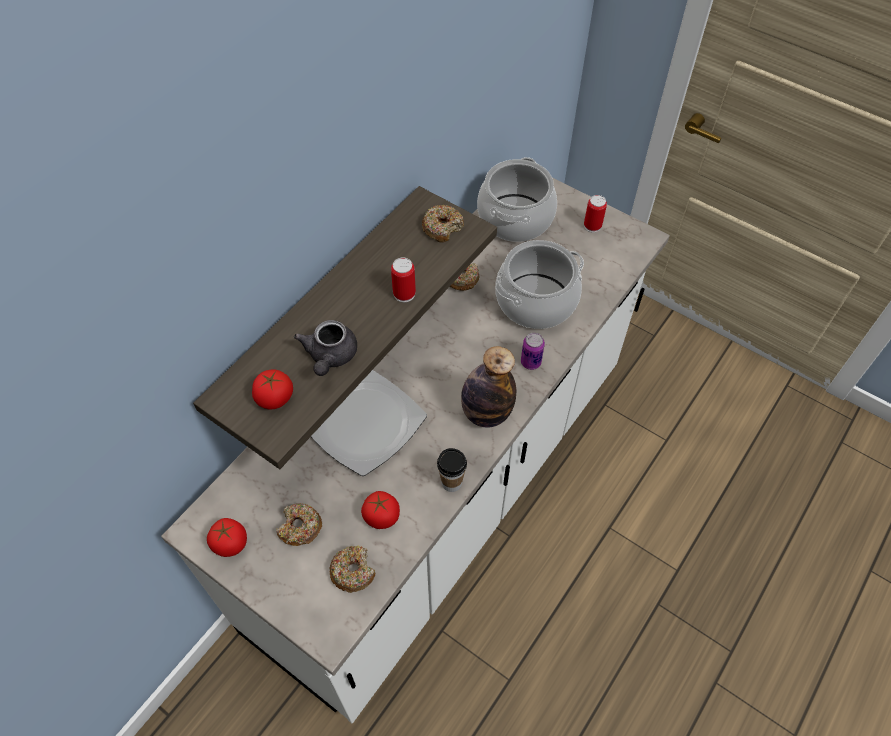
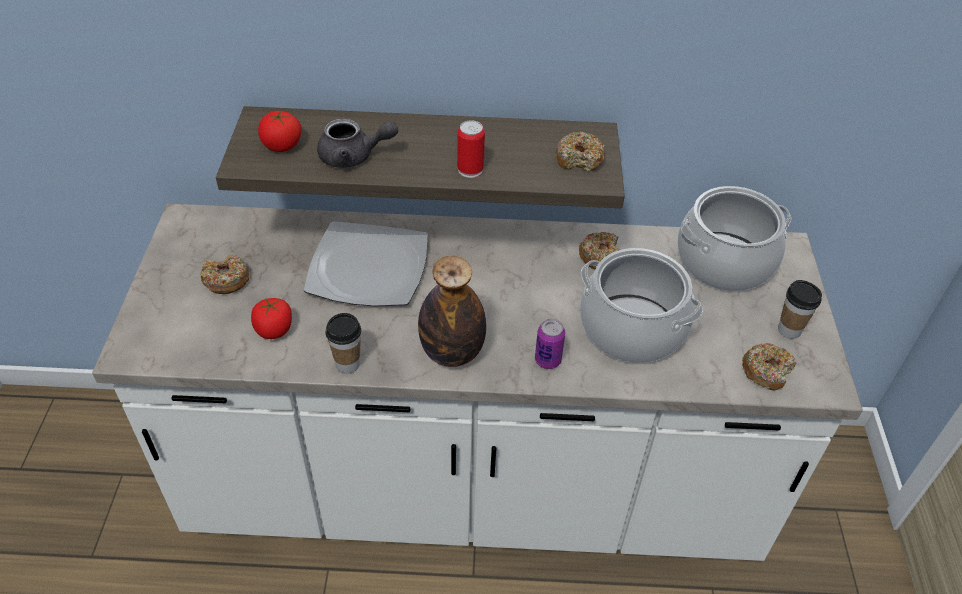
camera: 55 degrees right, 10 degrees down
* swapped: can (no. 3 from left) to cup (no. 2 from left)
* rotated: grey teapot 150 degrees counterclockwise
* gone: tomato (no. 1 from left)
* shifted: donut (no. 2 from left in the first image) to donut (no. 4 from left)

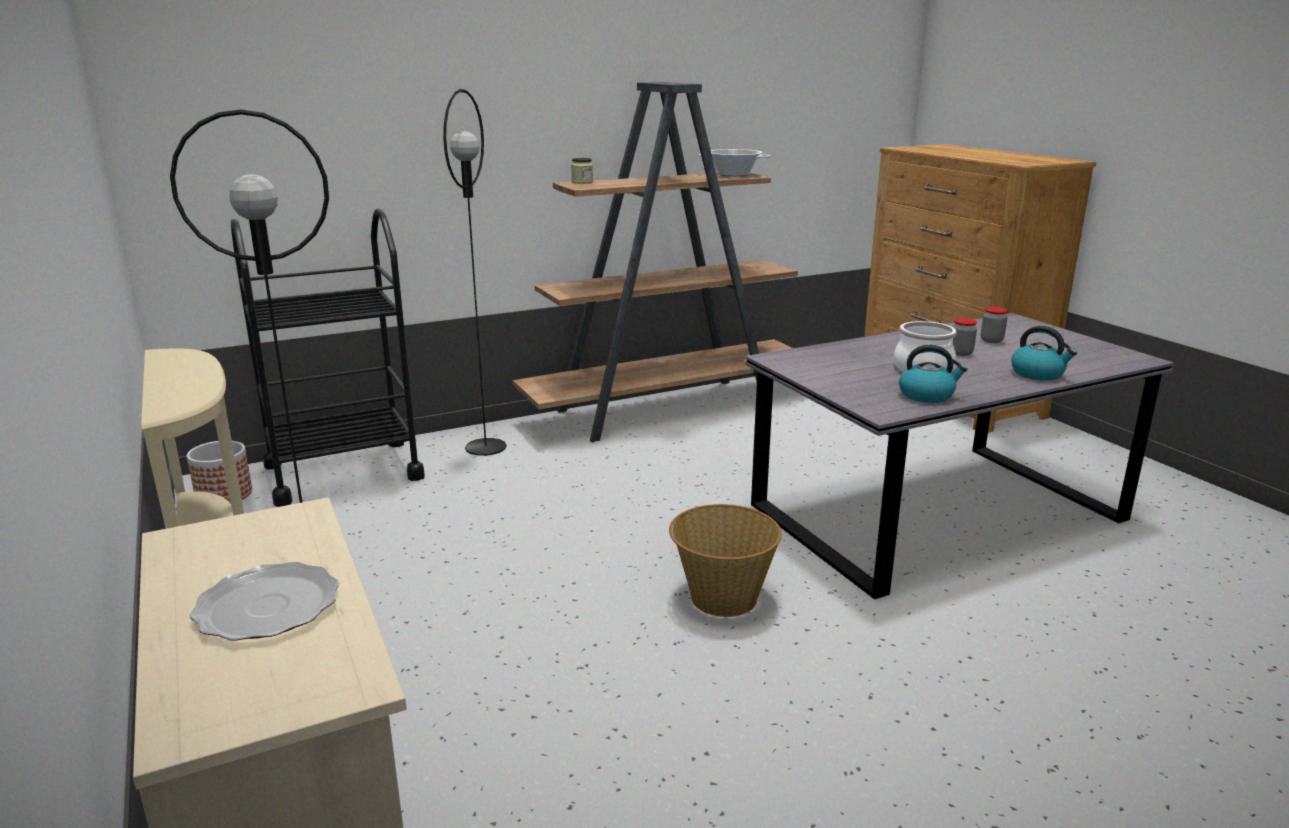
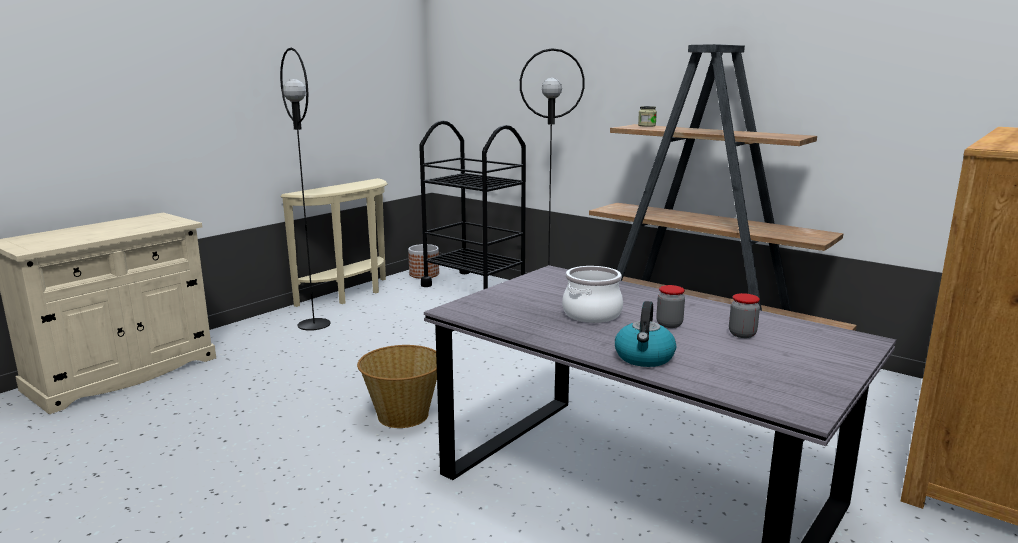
camera: 65 degrees right, 5 degrees down
* gone: cooking pot (no. 1 from left)
* gone: kettle (no. 1 from left)
* gone: plate

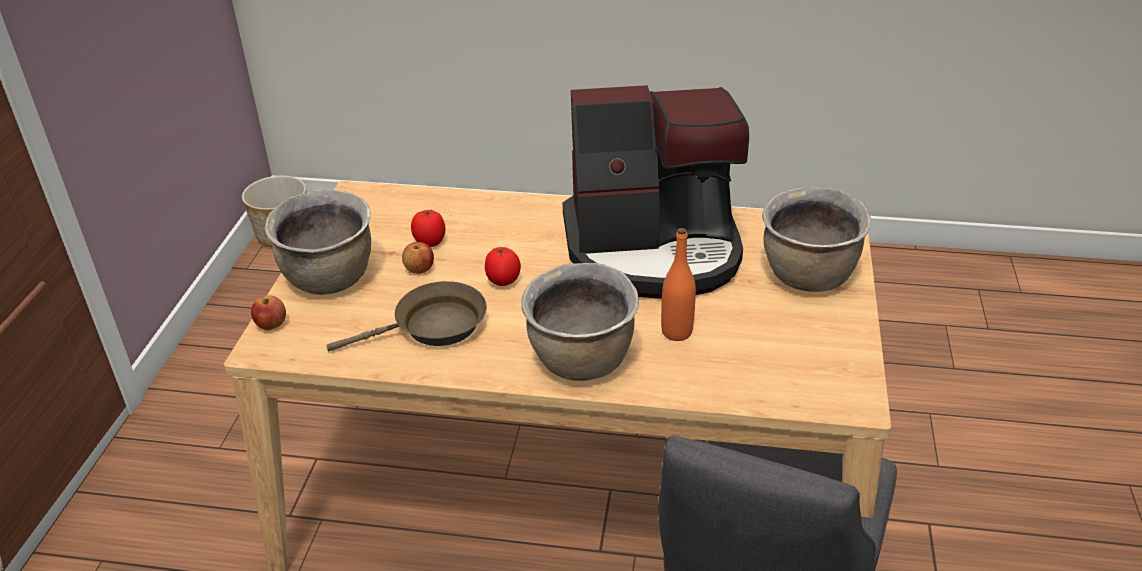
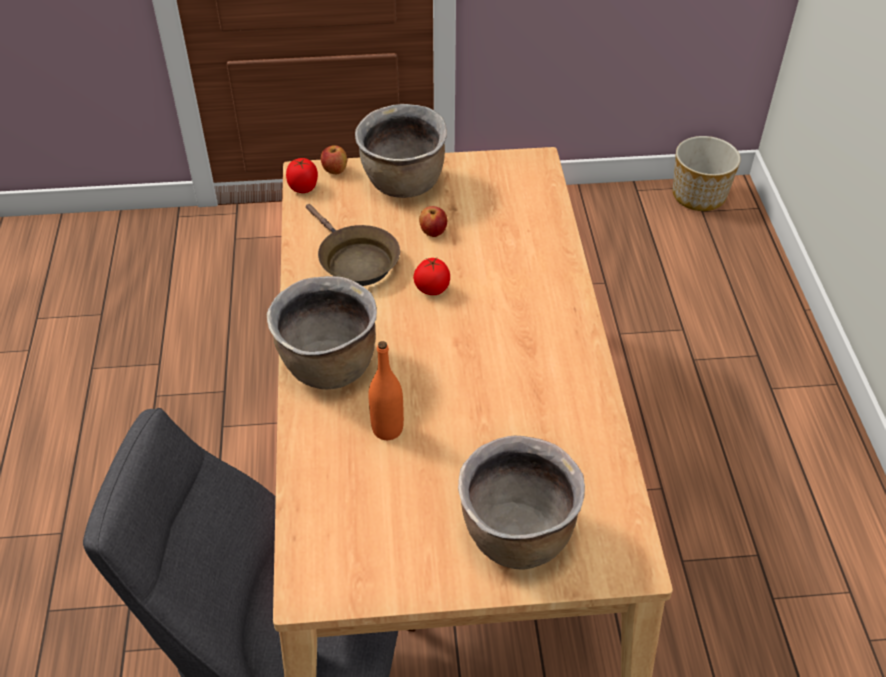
camera: 75 degrees right, 10 degrees up
* gone: coffee machine
* shifted: tomato (no. 1 from left)

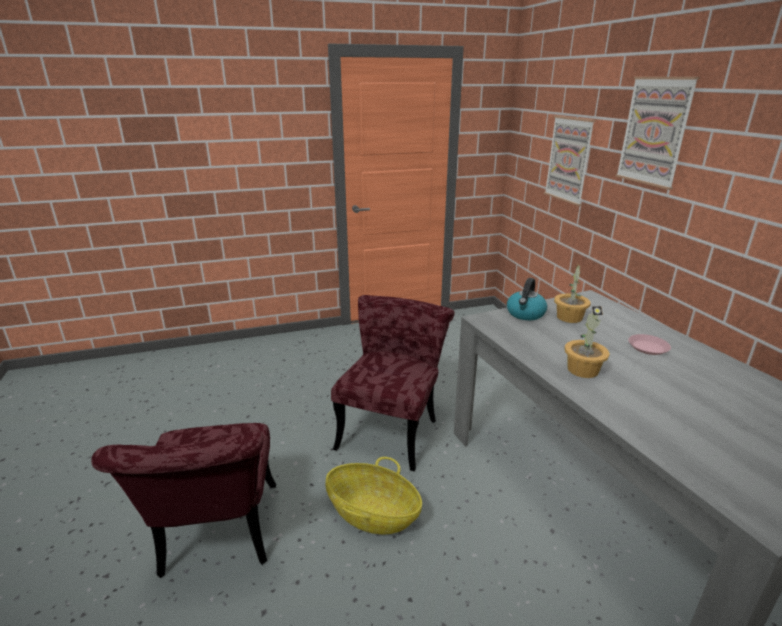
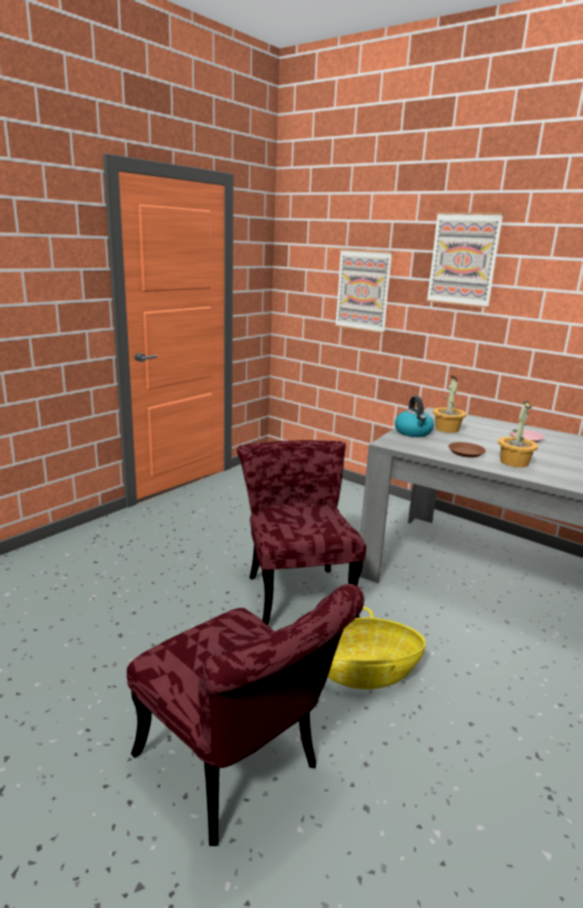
camera: 35 degrees left, 5 degrees down
* new: brown plate

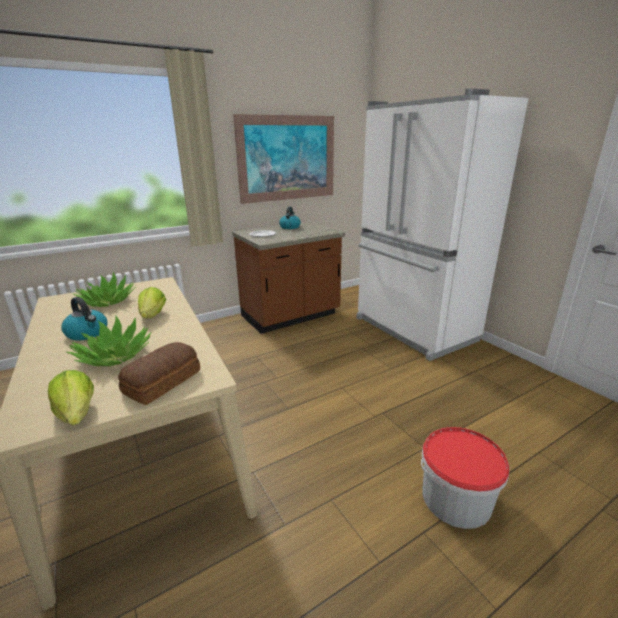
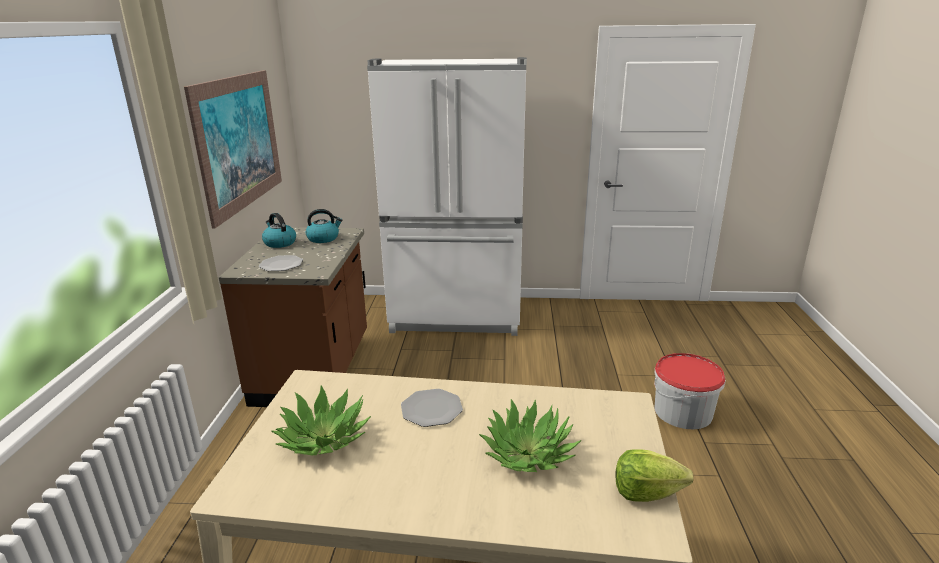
camera: 55 degrees left, 0 degrees up
* swapped: lettuce (no. 2 from left) to plate (no. 2 from left)
* shifted: kettle (no. 1 from left in the first image) to kettle (no. 2 from left)
* gone: bread

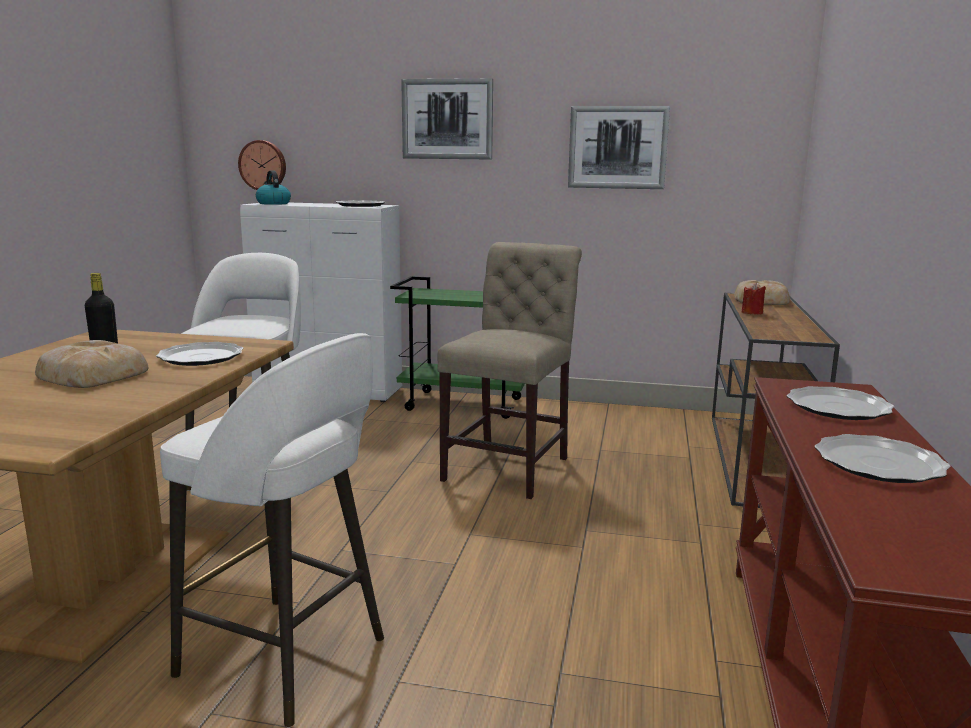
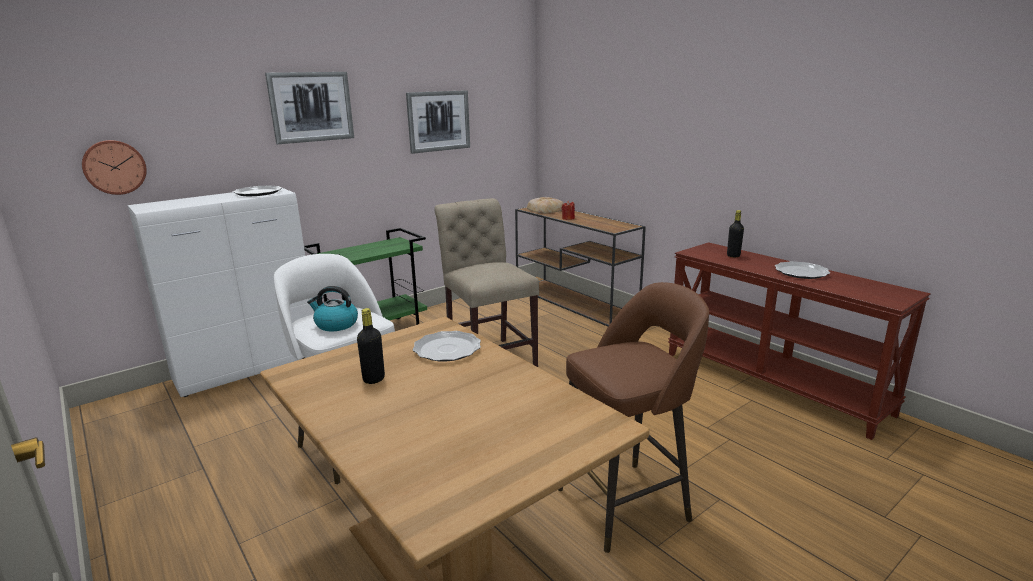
camera: 50 degrees left, 5 degrees up
* shifted: kettle
* repainted: white stool (no. 2 from left) to brown stool
* gone: bread (no. 1 from left)
* swapped: plate (no. 3 from left) to black bottle (no. 2 from left)

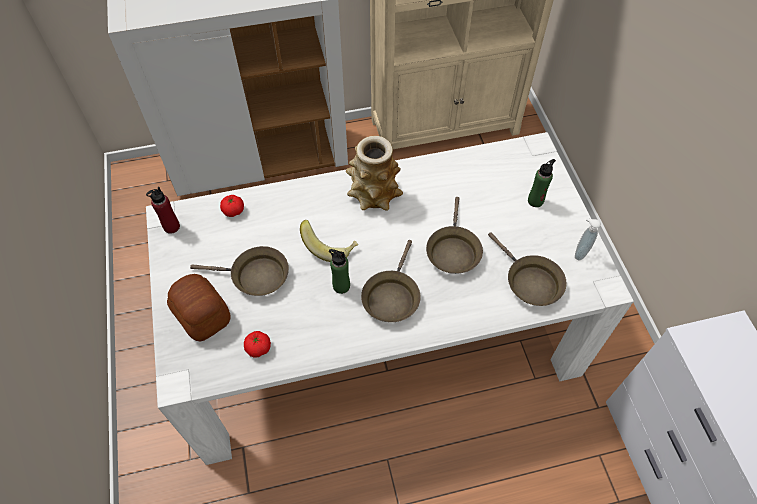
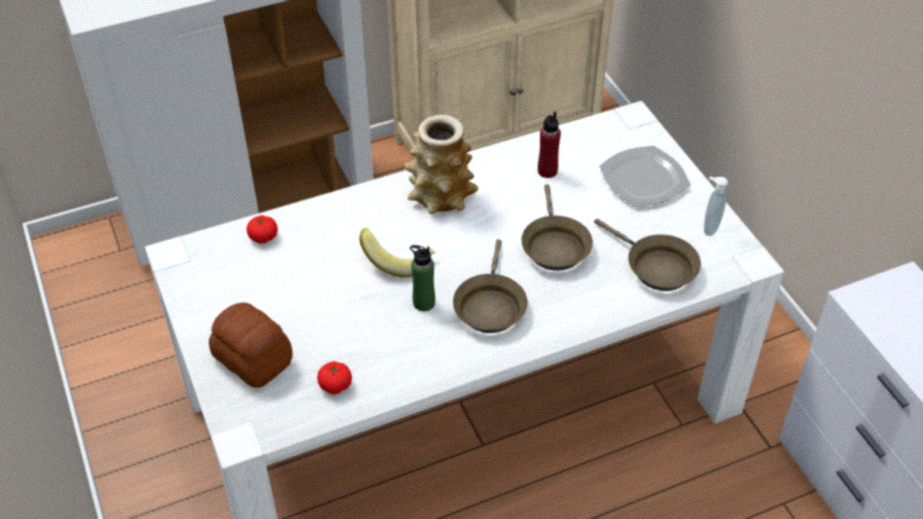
camera: 10 degrees left, 10 degrees down
* swapped: green bottle (no. 2 from left) to plate
* shifted: red bottle
* gone: brown frying pan (no. 1 from left)

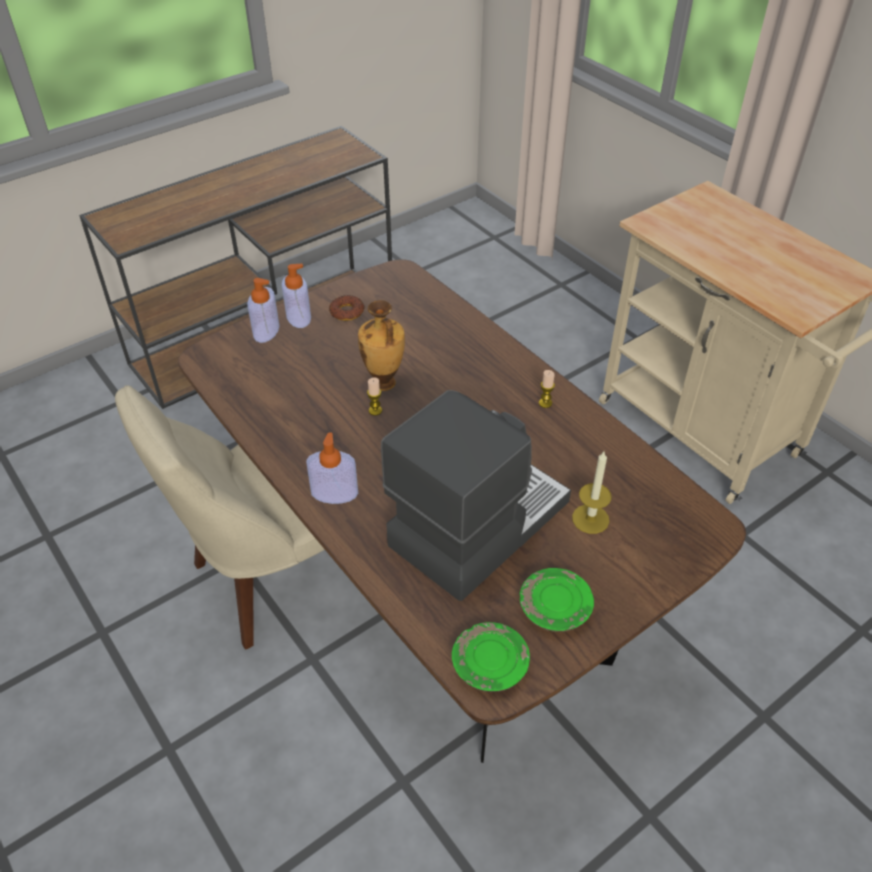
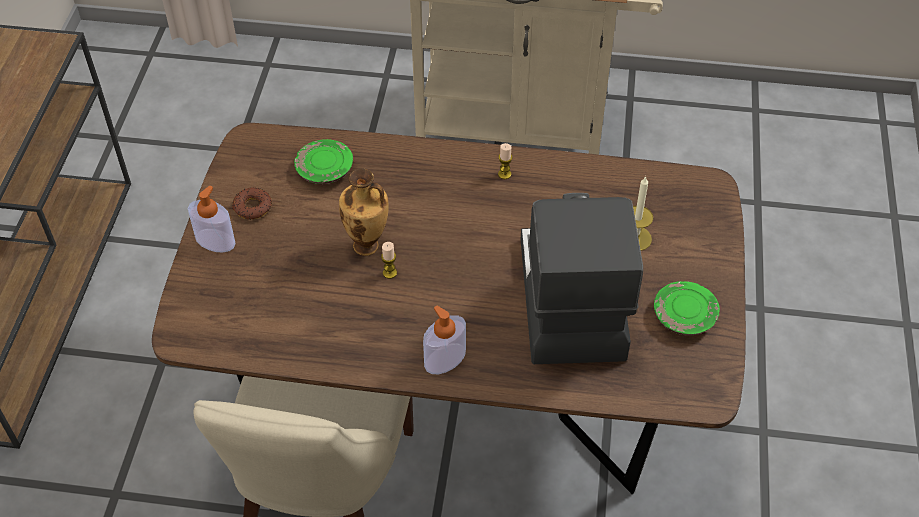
camera: 45 degrees left, 5 degrees up
* gone: soap dispenser (no. 1 from left)
* shifted: green plate (no. 1 from left)

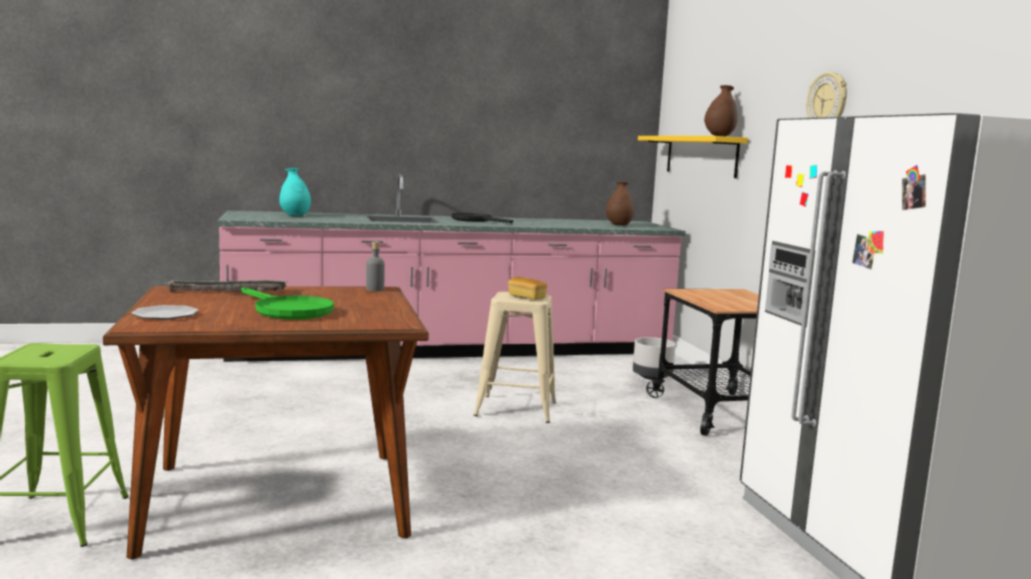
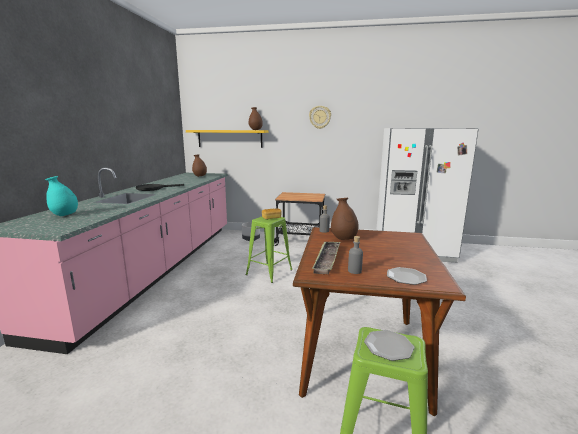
camera: 65 degrees left, 5 degrees up
* gone: green frying pan
* repainted: beige stool to green stool (no. 1 from left)
* new: brown vase (no. 3 from left)
* new: grey bottle (no. 2 from left)
* new: plate (no. 1 from left)

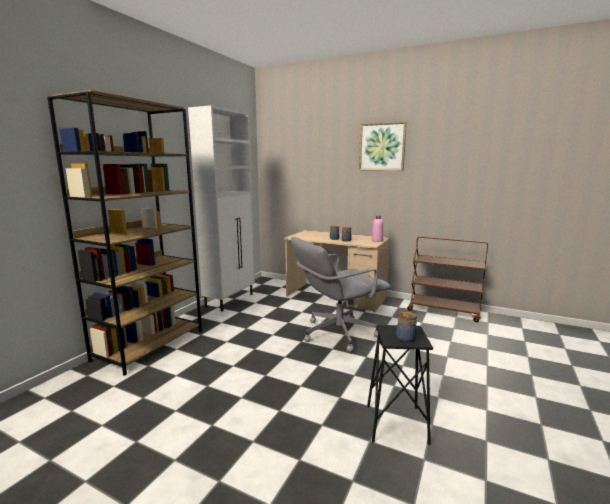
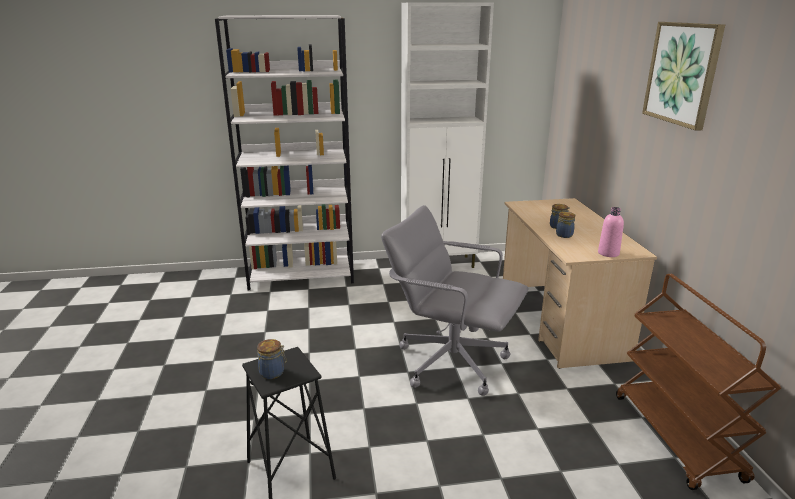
camera: 55 degrees right, 10 degrees up
* repainted: brown bookcase to white bookcase

